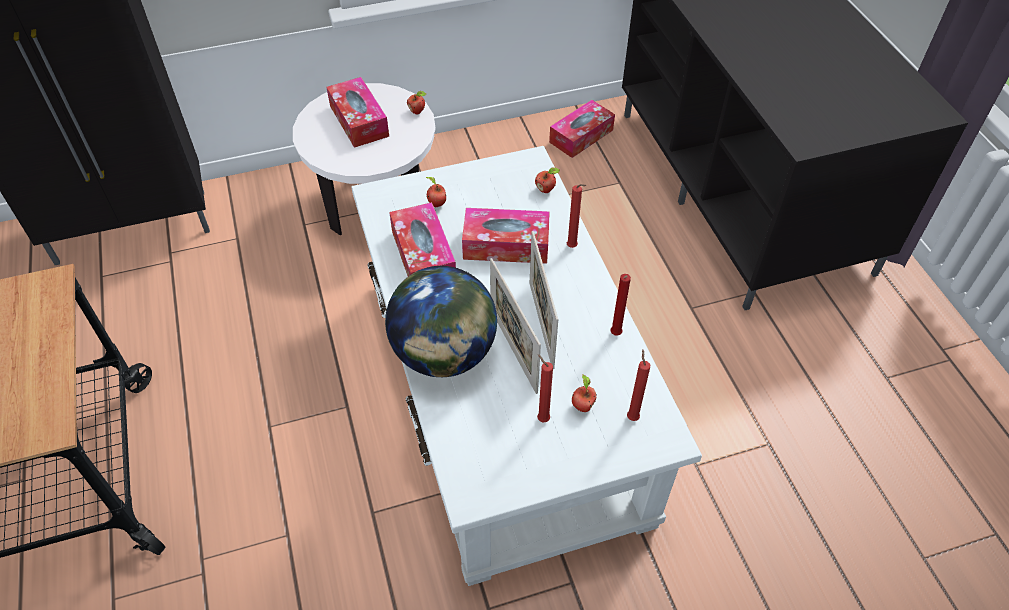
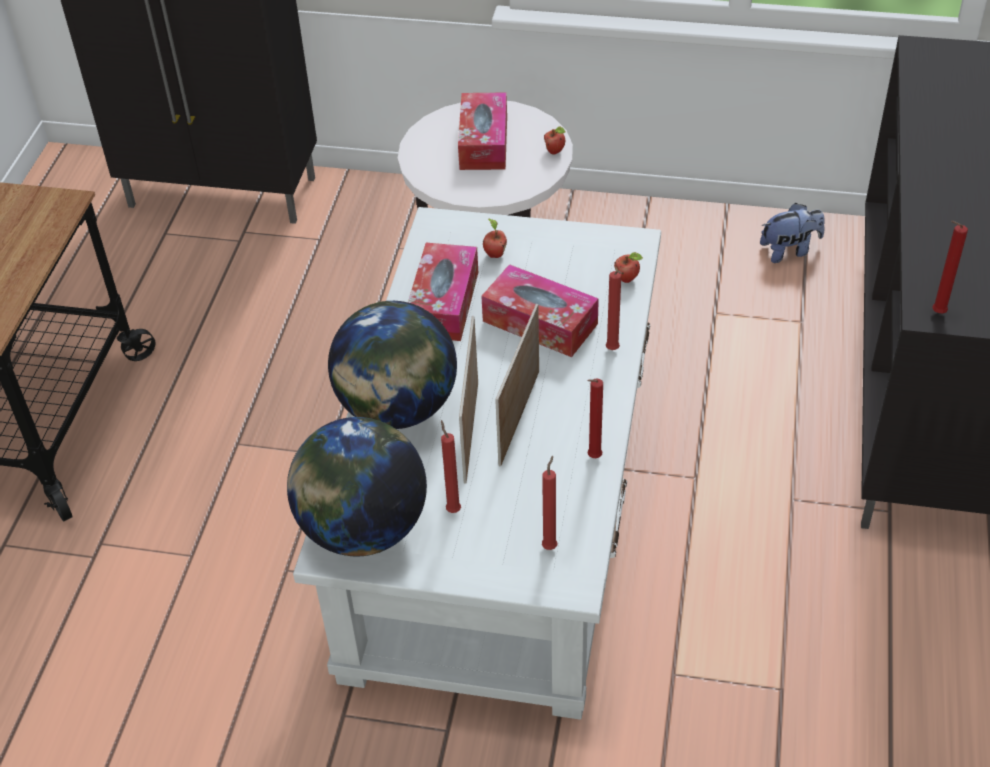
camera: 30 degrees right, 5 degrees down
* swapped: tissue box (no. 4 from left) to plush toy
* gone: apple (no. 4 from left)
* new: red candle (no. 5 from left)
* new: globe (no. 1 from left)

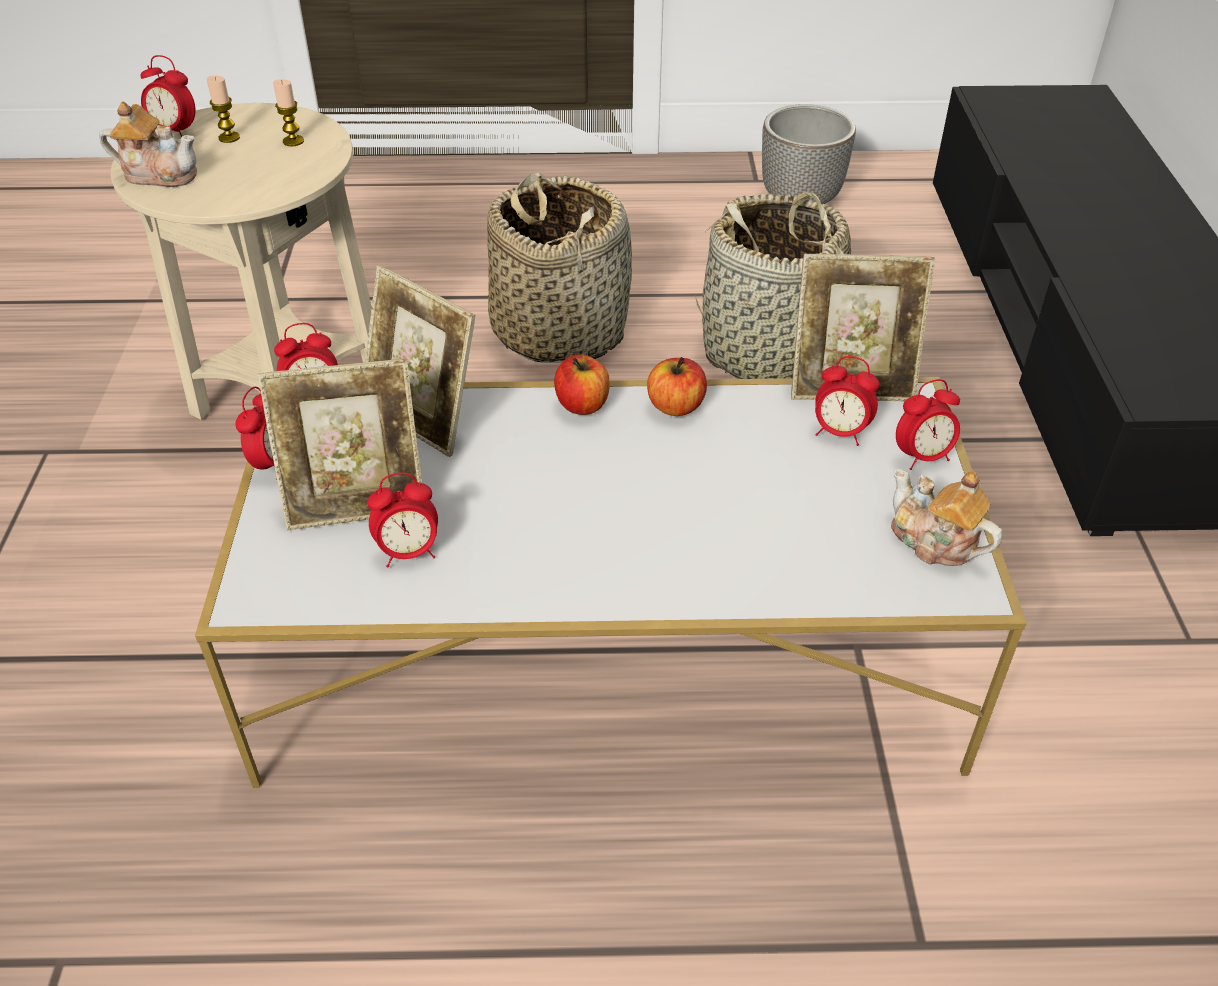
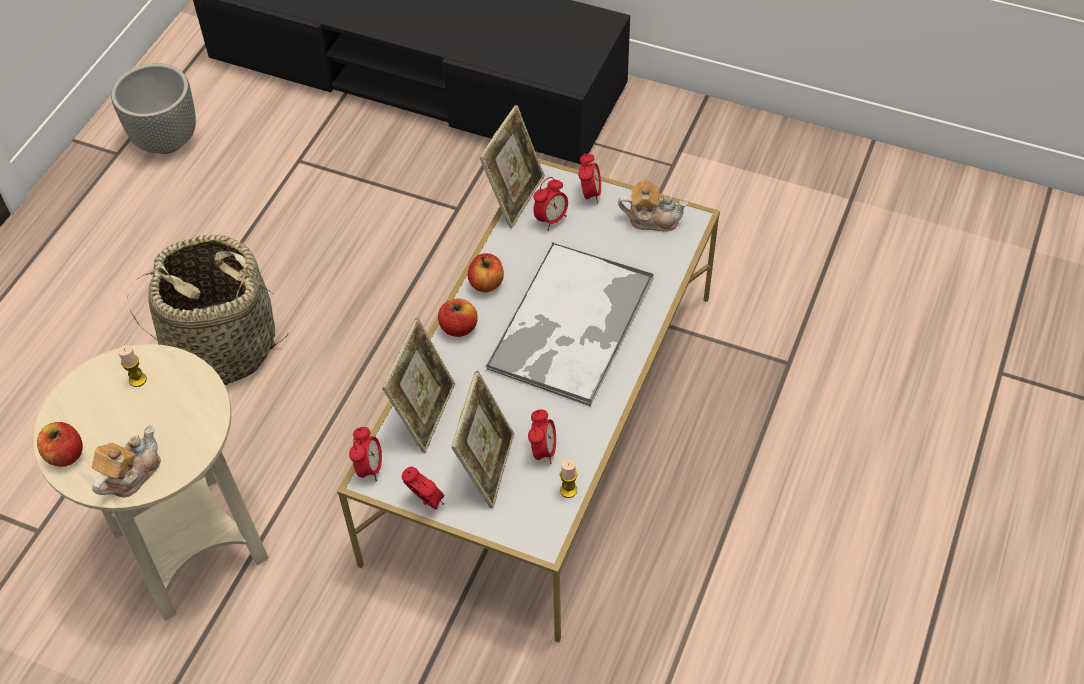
camera: 65 degrees left, 10 degrees up
* swapped: alarm clock (no. 1 from left) to apple (no. 1 from left)
* shifted: candle (no. 1 from left in the first image) to candle (no. 2 from left)
* gone: basket (no. 2 from left)
* rotated: picture frame (no. 2 from left in the first image) 45 degrees counterclockwise
* rotated: teapot (no. 2 from left) 150 degrees counterclockwise
* new: tray

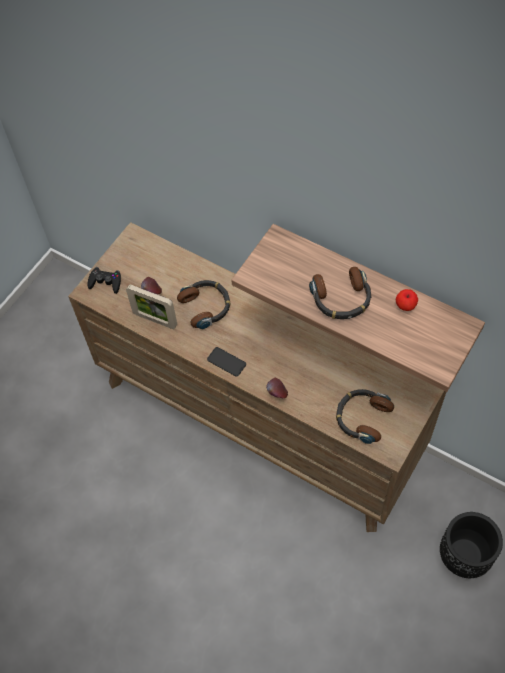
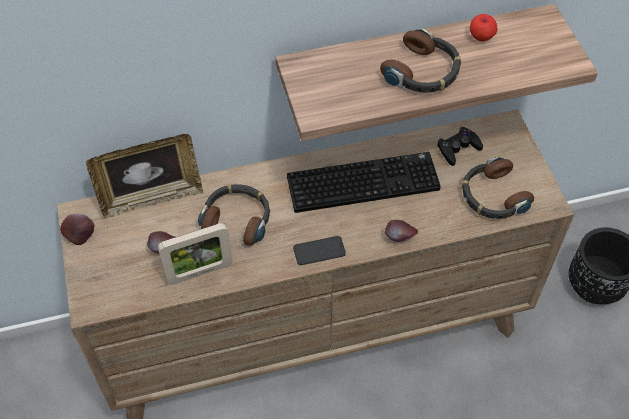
camera: 50 degrees left, 5 degrees down
* shifted: black game controller
* new: picture frame (no. 1 from left)
* new: keyboard
* new: apple (no. 1 from left)

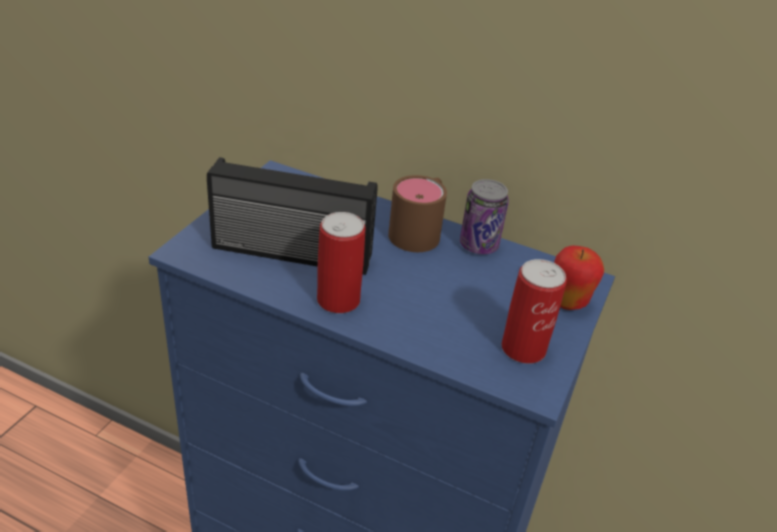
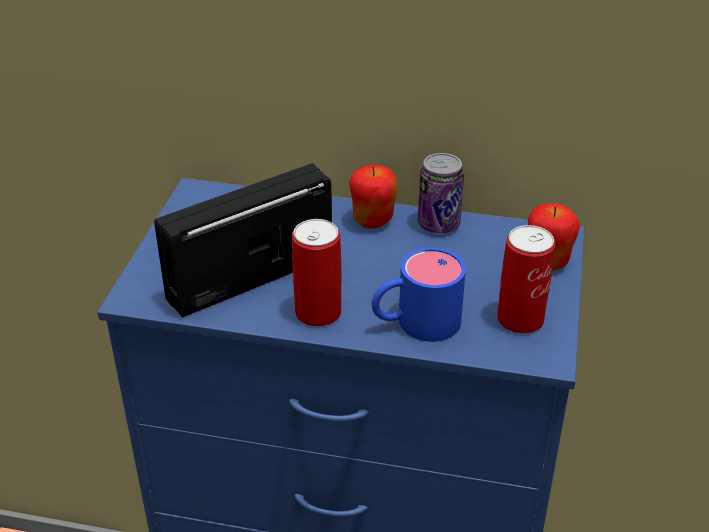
camera: 10 degrees left, 0 degrees up
* rotated: radio 150 degrees clockwise
* swapped: brown mug to apple (no. 1 from left)
* new: blue mug

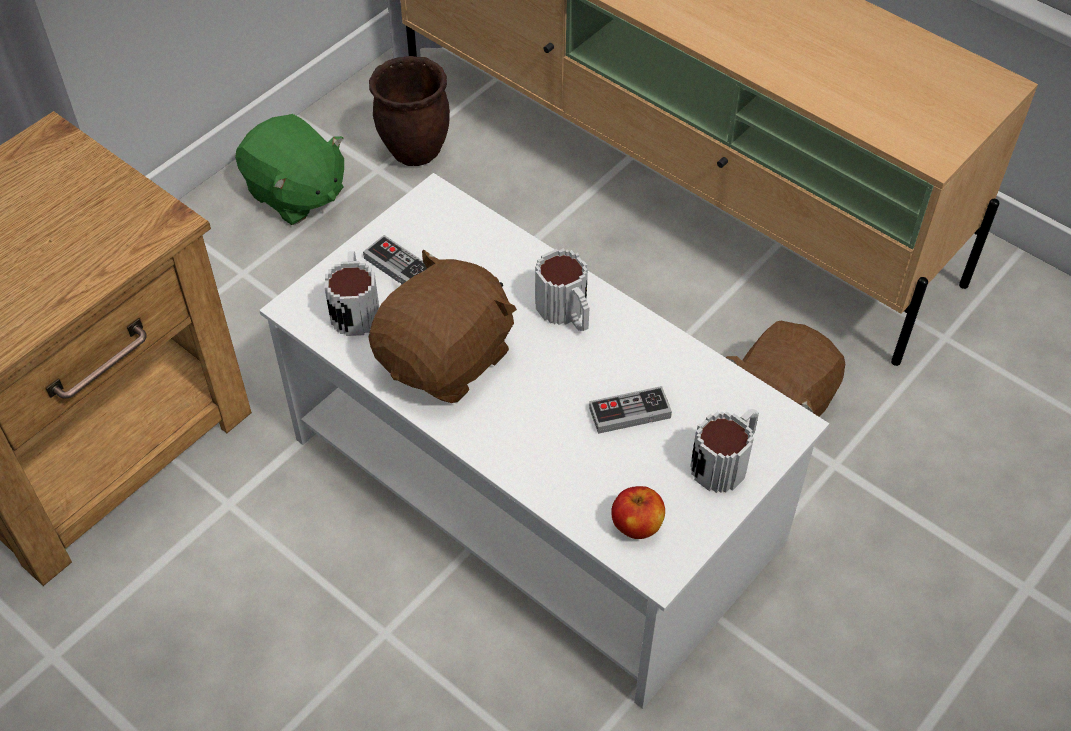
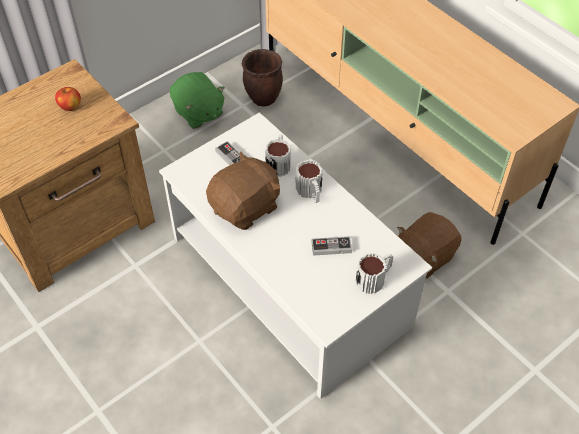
camera: 10 degrees right, 0 degrees up
* shifted: mug (no. 1 from left)
* shifted: apple

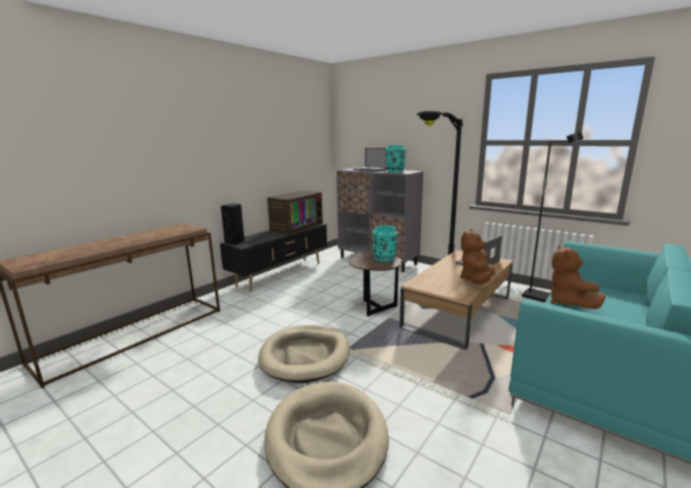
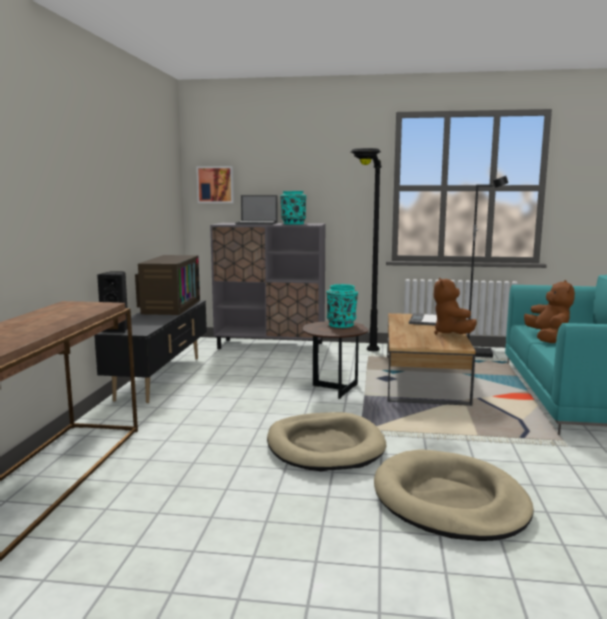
camera: 30 degrees left, 5 degrees down
* rotated: brown plush toy (no. 2 from left) 150 degrees counterclockwise
* new: picture

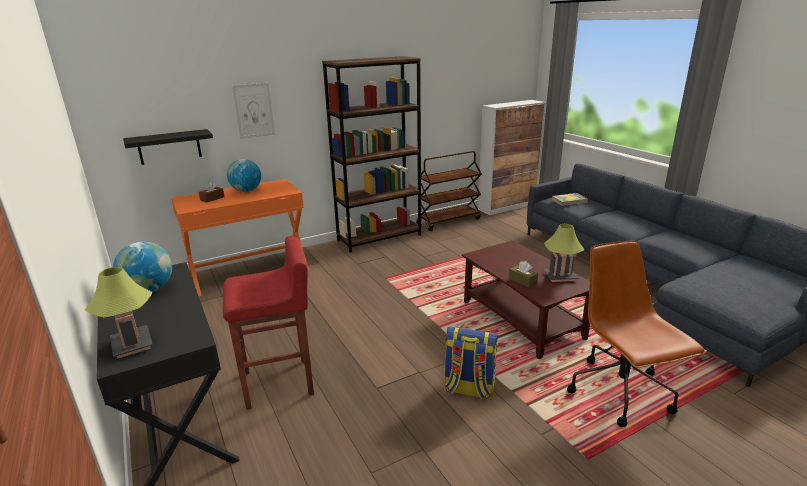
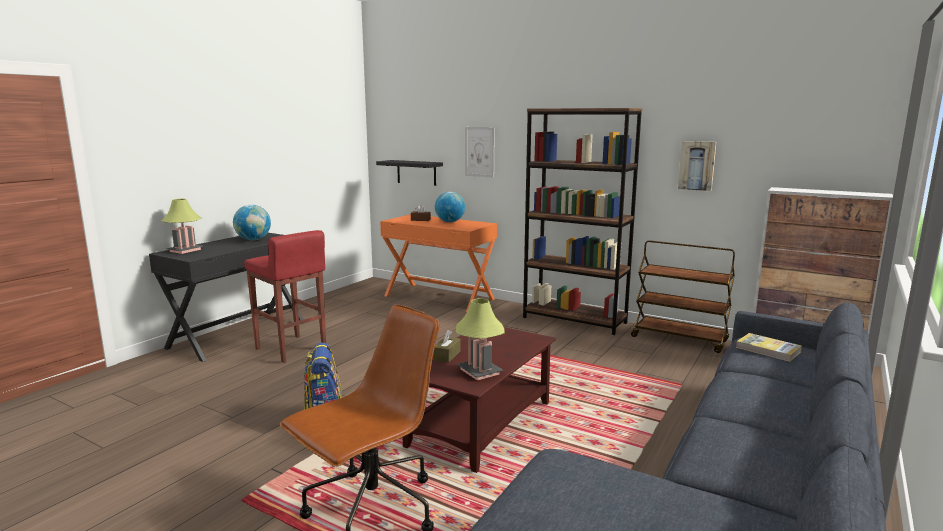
camera: 60 degrees right, 10 degrees down
* new: picture (no. 2 from left)

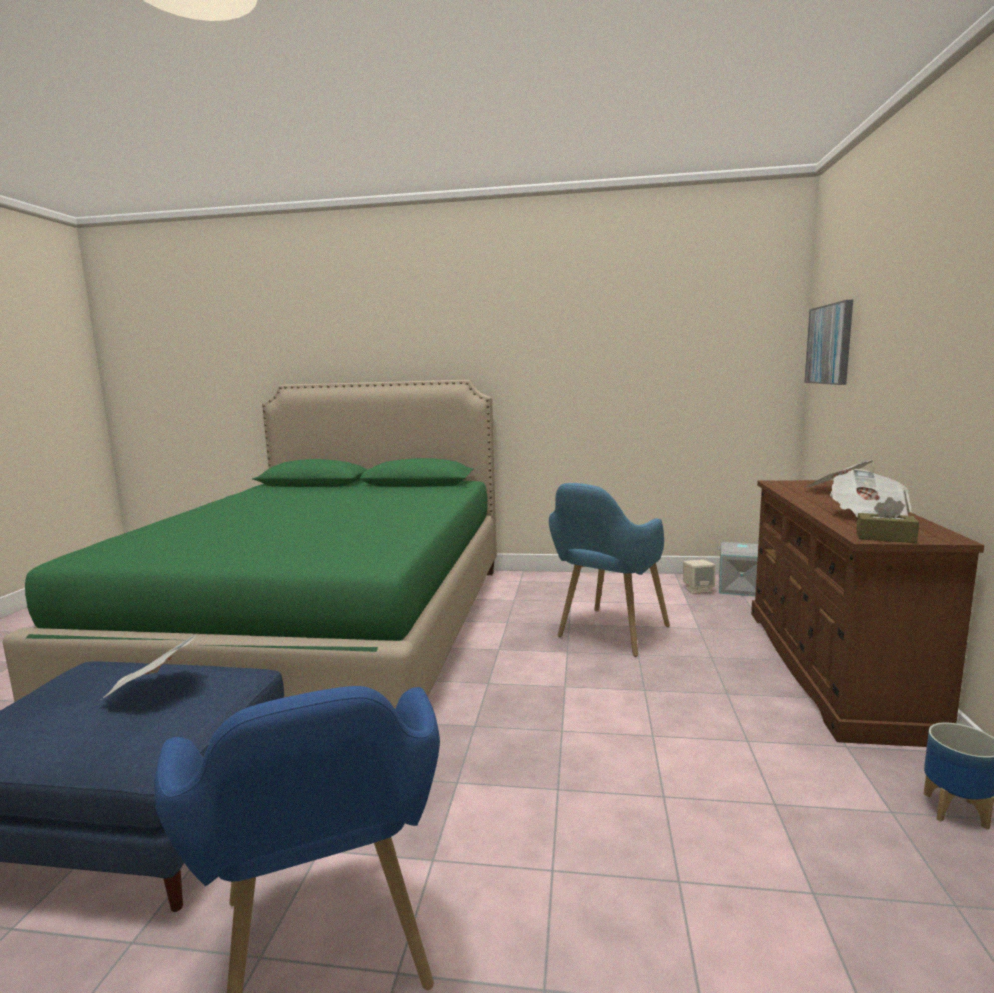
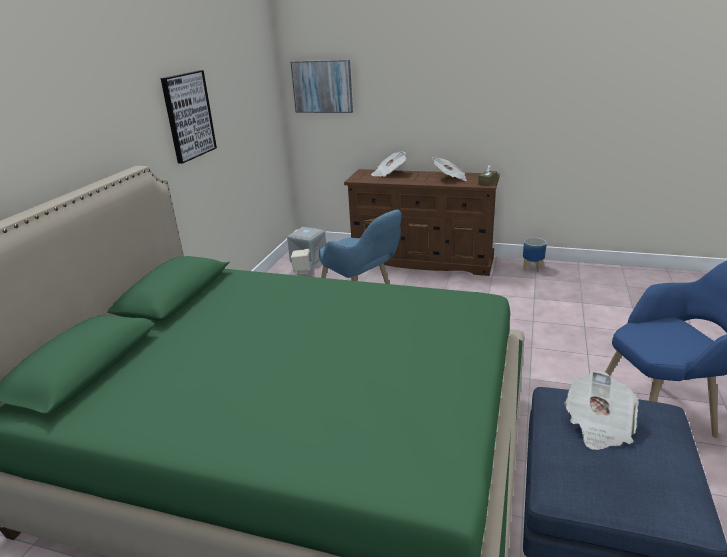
camera: 80 degrees left, 15 degrees up
* new: picture (no. 1 from left)

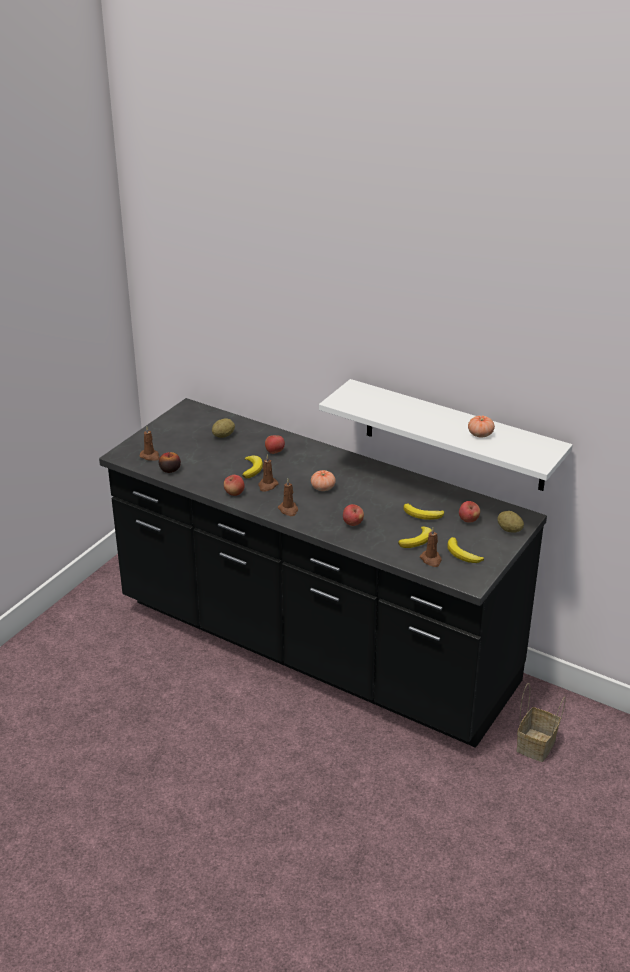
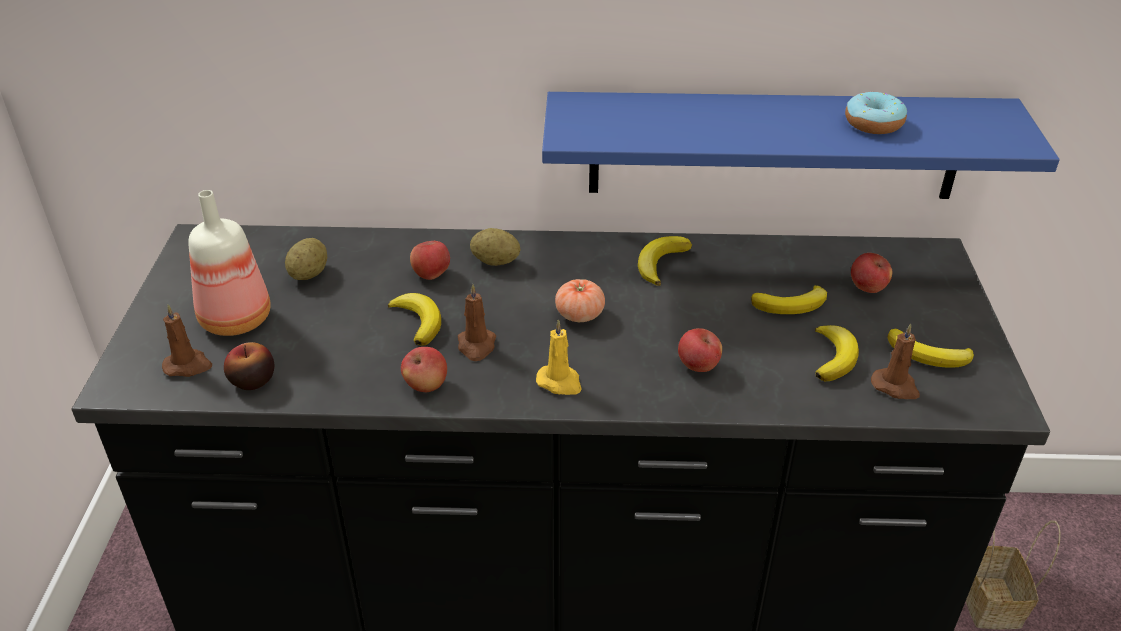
camera: 30 degrees left, 5 degrees up
* repainted: white shelf to blue shelf
* swapped: tomato (no. 2 from left) to donut
* repainted: brown candle (no. 3 from left) to yellow candle
* shifted: potato (no. 2 from left)
* new: bottle
* new: banana (no. 2 from left)

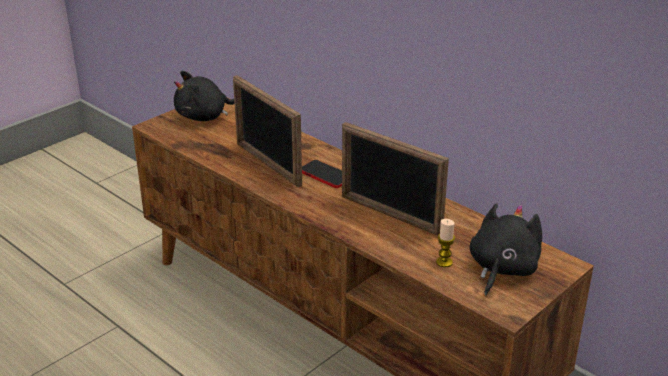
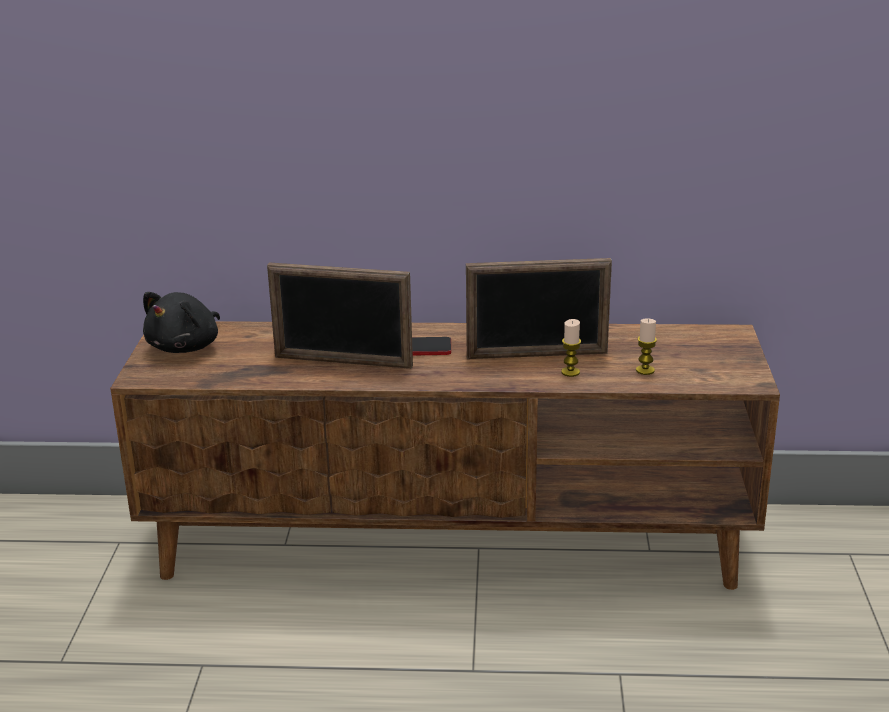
camera: 40 degrees left, 5 degrees down
* gone: black plush toy (no. 2 from left)
* new: candle (no. 1 from left)

